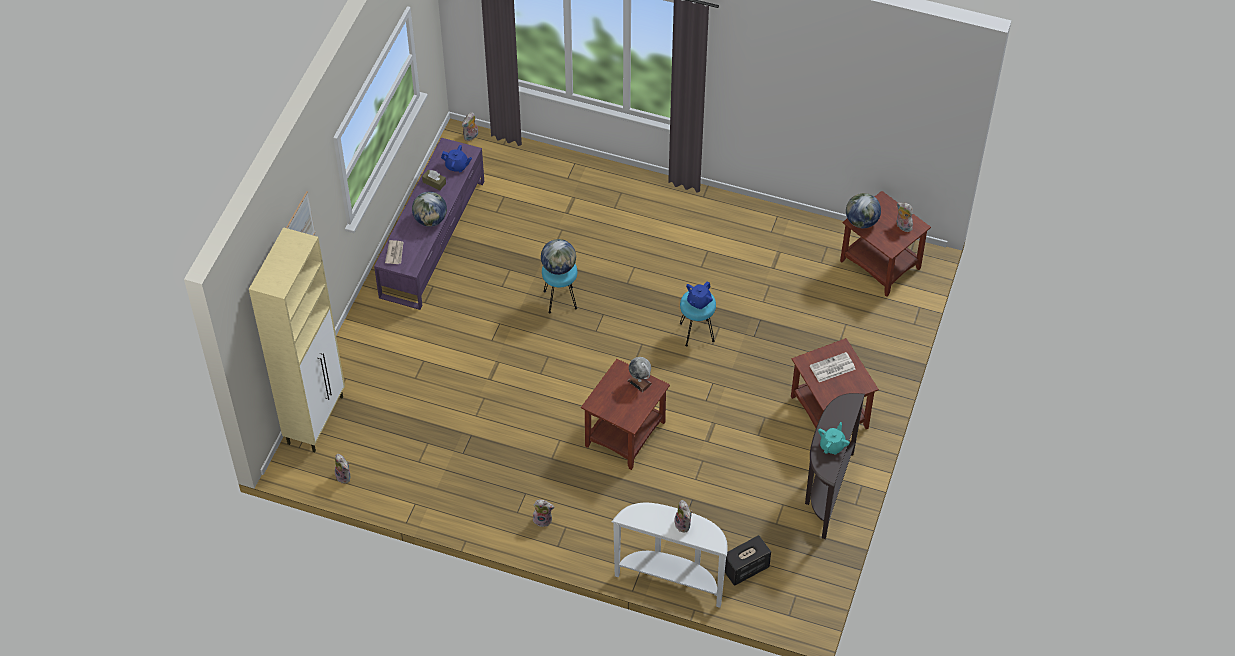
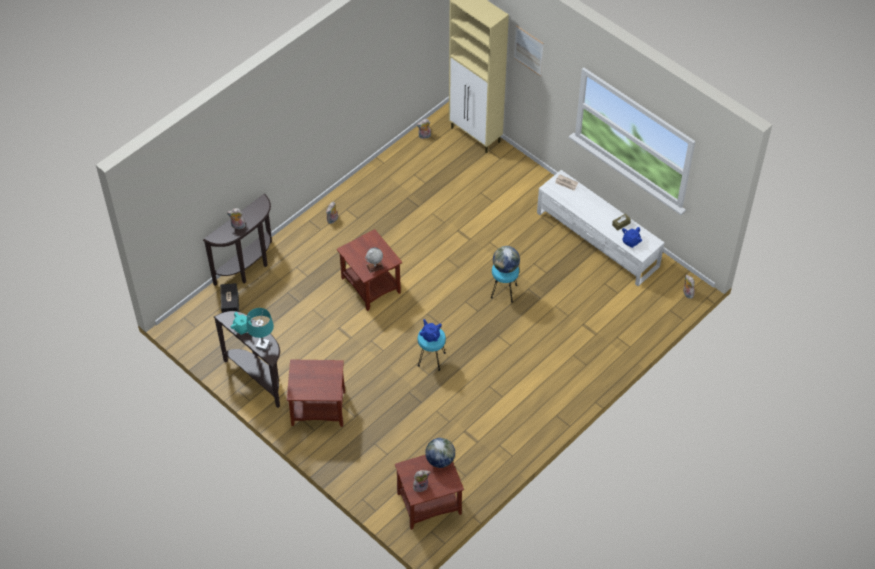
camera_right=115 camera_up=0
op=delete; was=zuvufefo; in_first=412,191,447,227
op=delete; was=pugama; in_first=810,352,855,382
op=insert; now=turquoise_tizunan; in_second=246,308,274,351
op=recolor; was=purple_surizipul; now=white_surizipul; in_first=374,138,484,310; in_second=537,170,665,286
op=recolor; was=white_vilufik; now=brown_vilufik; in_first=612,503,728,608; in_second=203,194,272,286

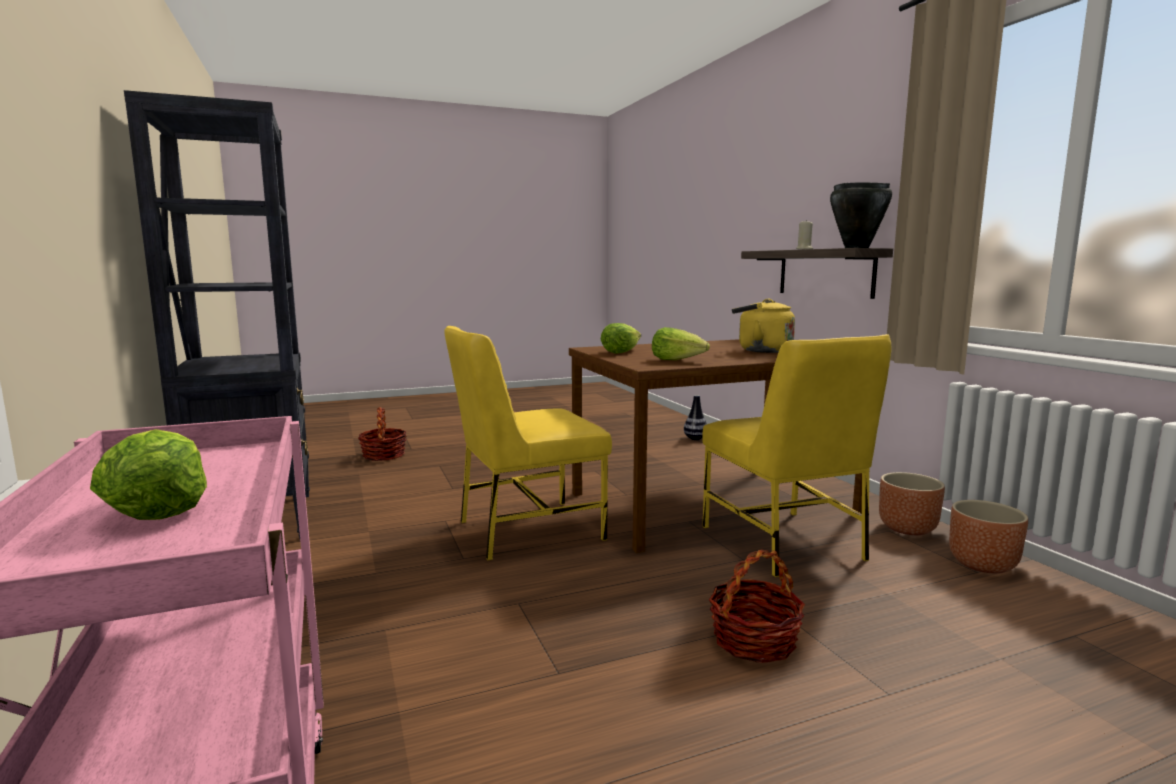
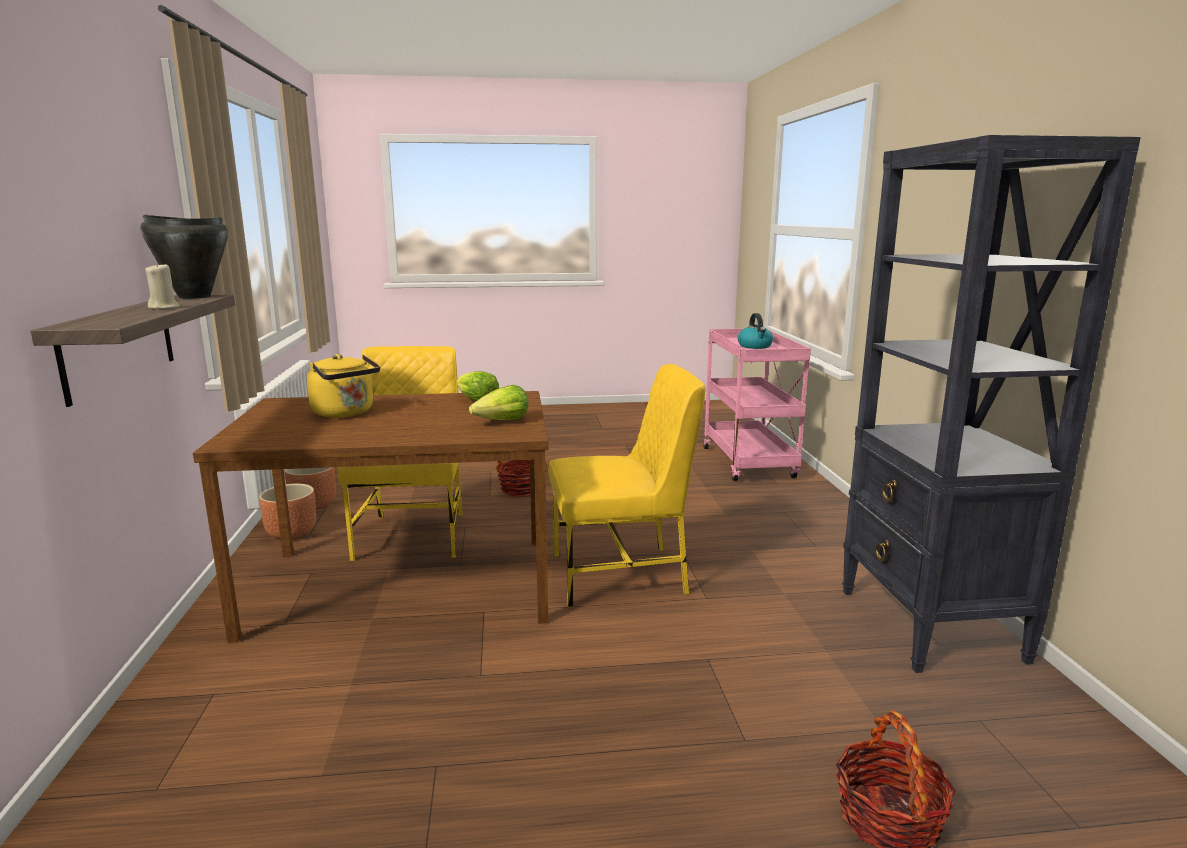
camera_right=-165 camera_up=5
op=delete; was=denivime; in_first=684,395,707,440
op=replace; was=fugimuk; now=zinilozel; in_first=90,429,207,520; in_second=738,313,773,349

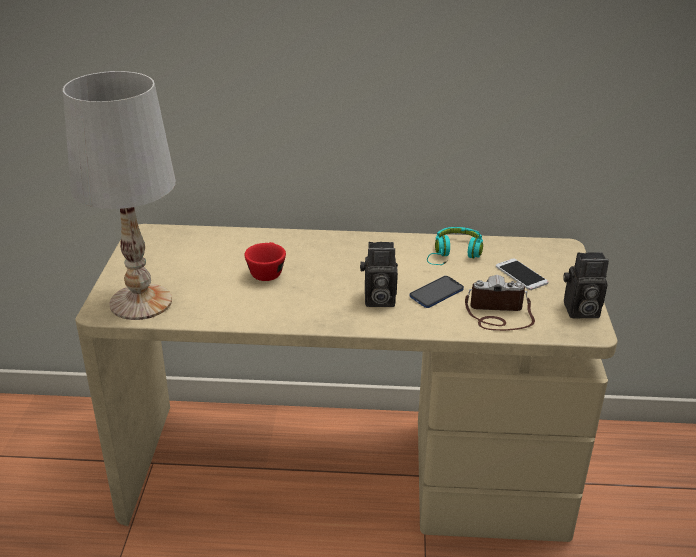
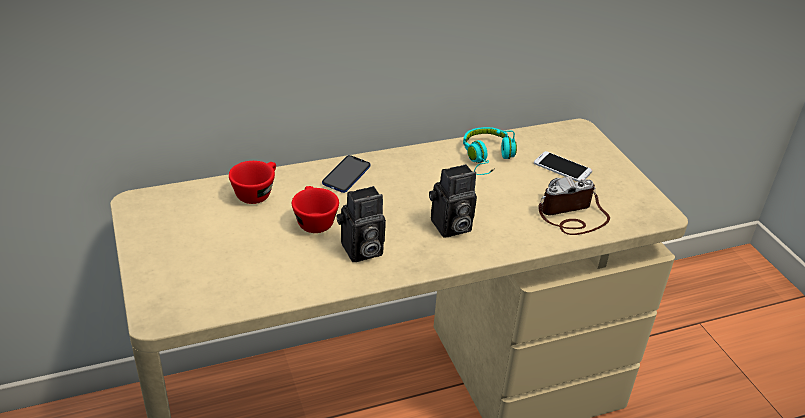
camera_right=-25 camera_up=5
op=delete; was=white_tizunan; in_first=63,71,176,320
op=insert; now=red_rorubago; in_second=229,161,276,204
op=move; was=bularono; in_first=410,276,464,308; in_second=322,155,370,193
op=move; was=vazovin; in_first=564,252,609,319; in_second=336,186,386,262

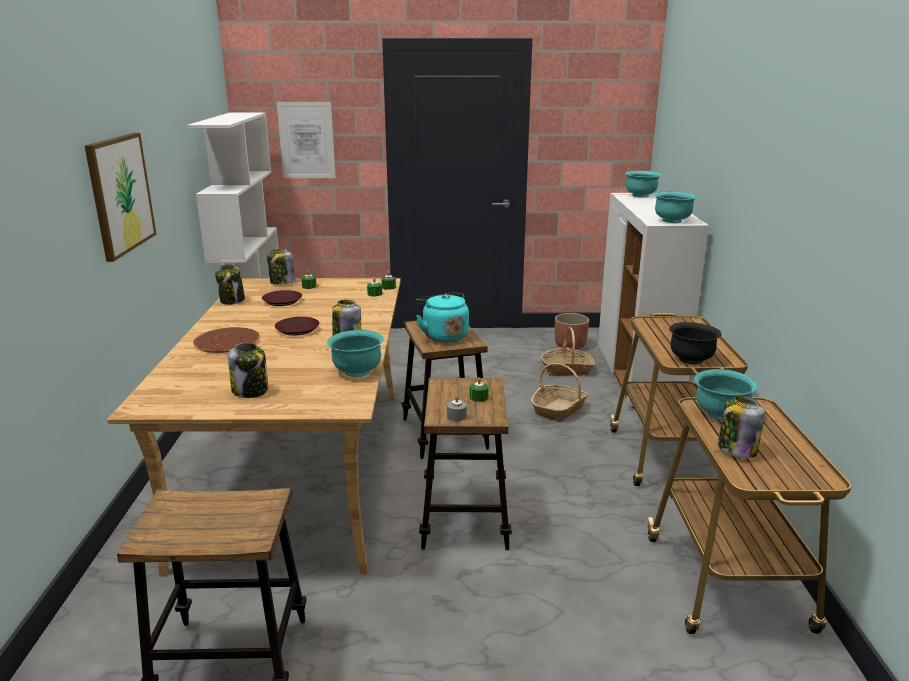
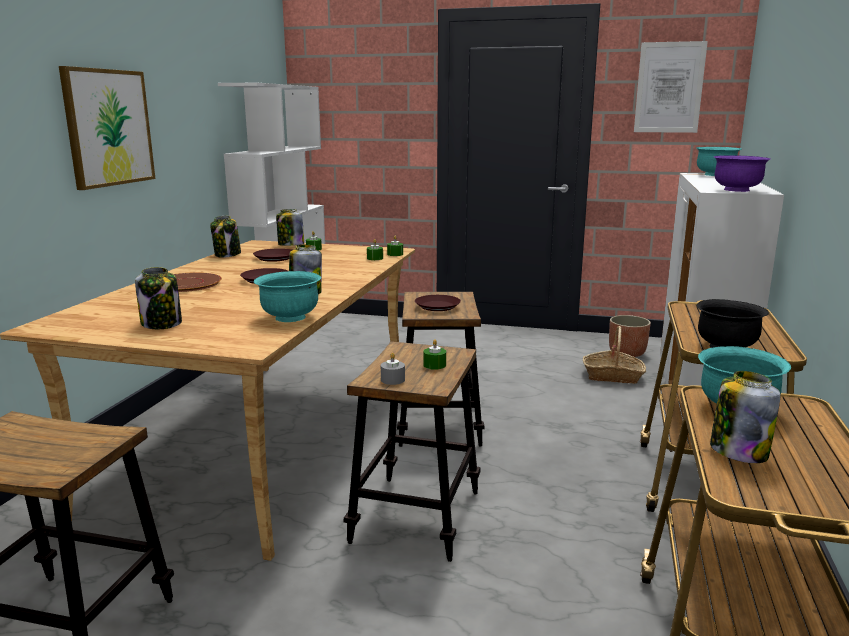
camera_right=15 camera_up=-5
op=delete; was=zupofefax; in_first=531,363,588,422
op=move; was=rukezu; in_first=277,102,336,178; in_second=634,41,708,133
op=replace; was=turquoise_zinilozel; now=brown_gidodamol; in_first=416,292,469,342; in_second=415,295,461,311
op=recolor; was=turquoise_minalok; now=purple_minalok; in_first=654,191,698,223; in_second=714,155,770,192

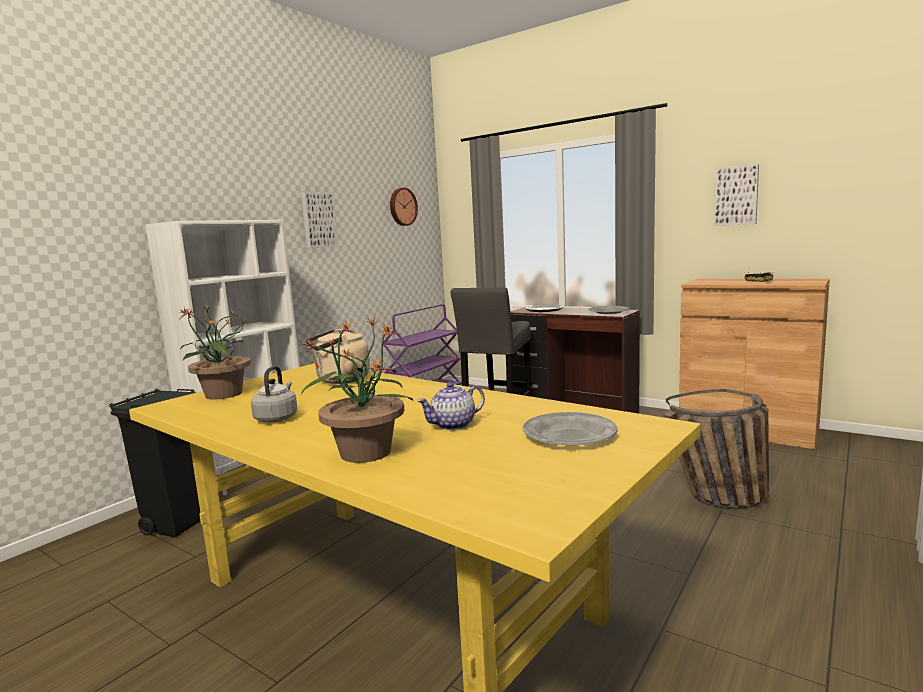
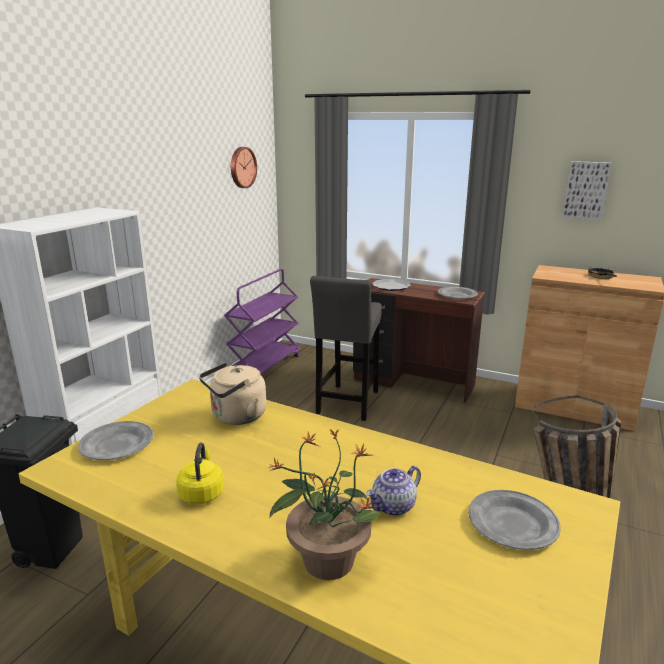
camera_right=-10 camera_up=10
op=delete; was=rukezu; in_first=301,192,337,248
op=replace; was=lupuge; now=grey_gidodamol; in_first=180,306,251,400; in_second=78,421,154,460
op=recolor; was=grey_zinilozel; now=yellow_zinilozel; in_first=251,366,297,423; in_second=176,442,224,504

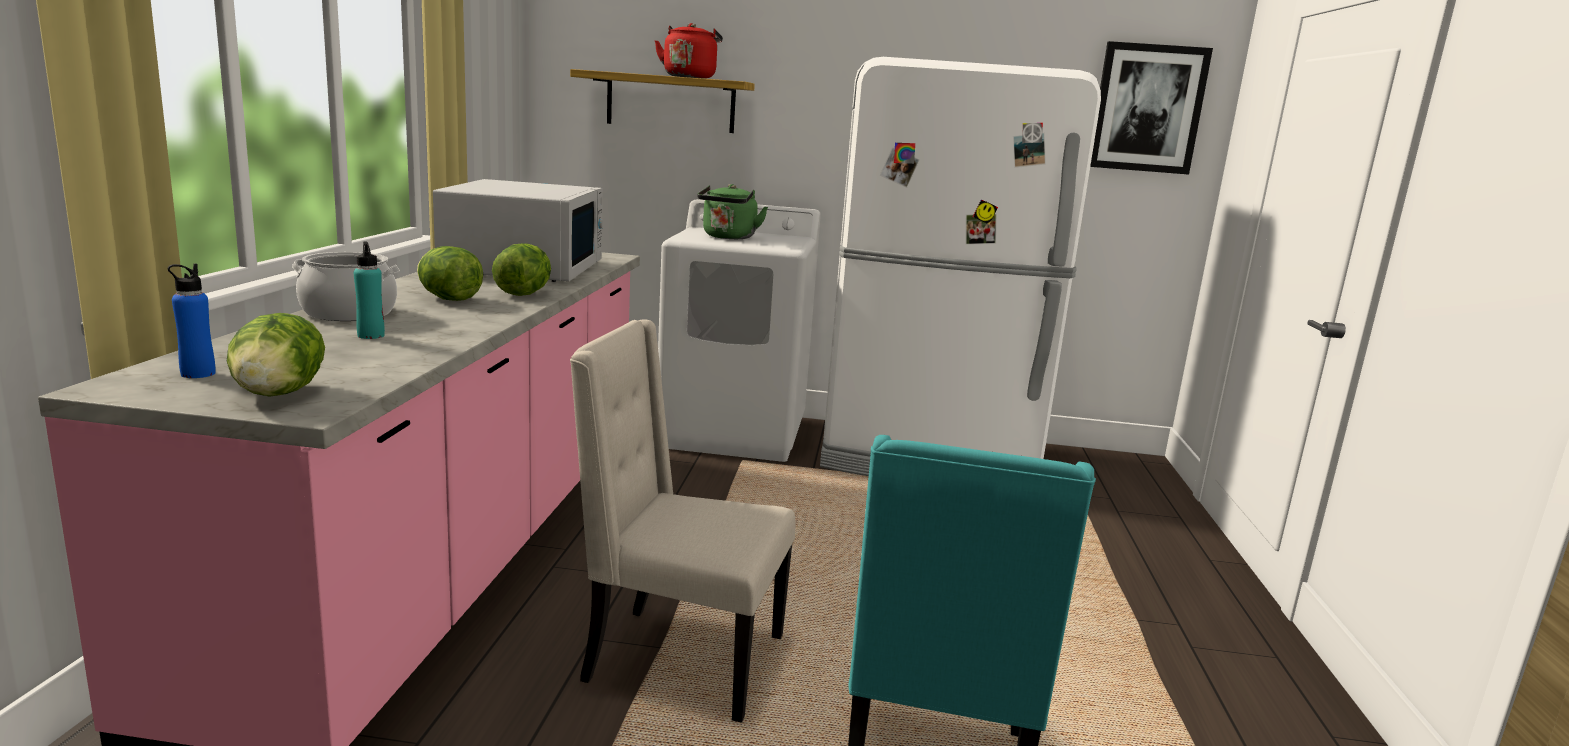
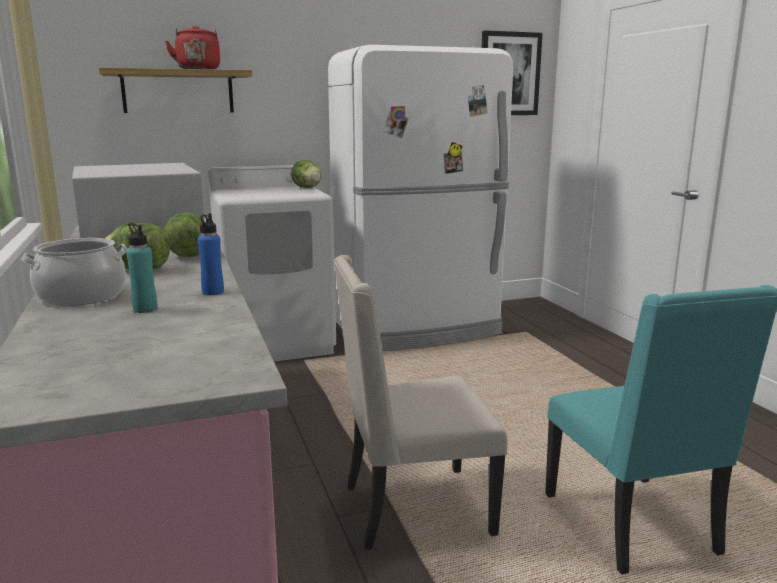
camera_right=-25 camera_up=0
op=delete; was=green_zinilozel; in_first=697,184,768,239
op=move; was=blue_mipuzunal; in_first=168,263,215,378; in_second=198,213,224,295
op=move; was=fugimuk; in_first=227,313,325,396; in_second=291,160,322,188

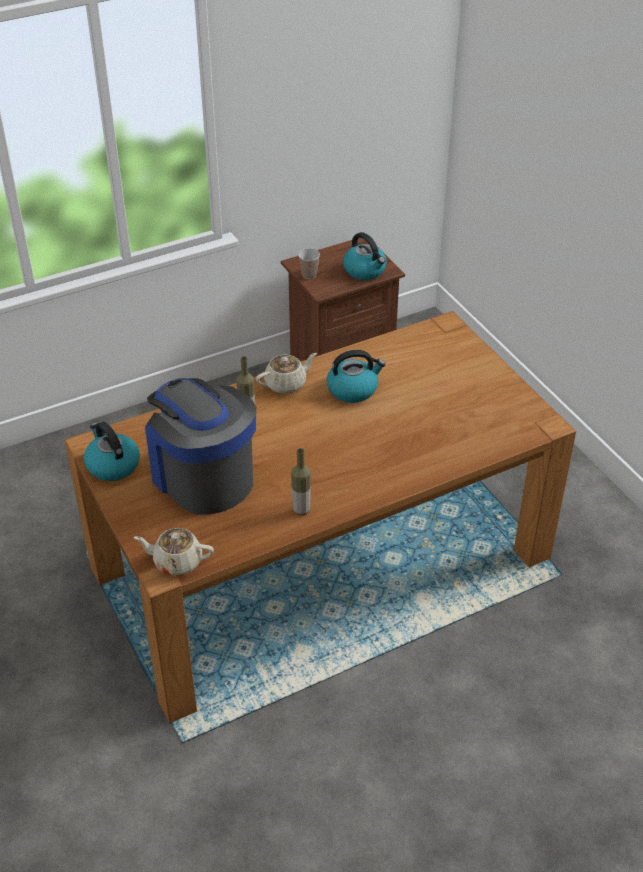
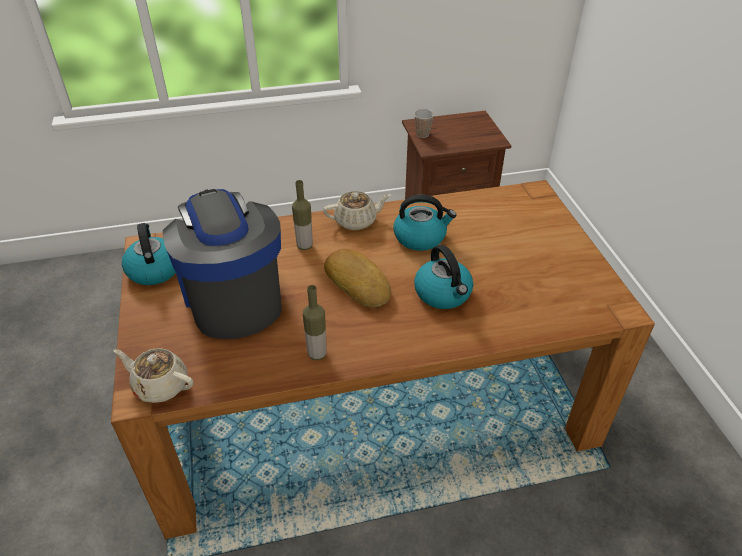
camera_right=15 camera_up=0
op=insert; now=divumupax; in_second=324,249,391,307
op=move; was=zinilozel; in_first=343,232,387,280; in_second=414,245,473,309

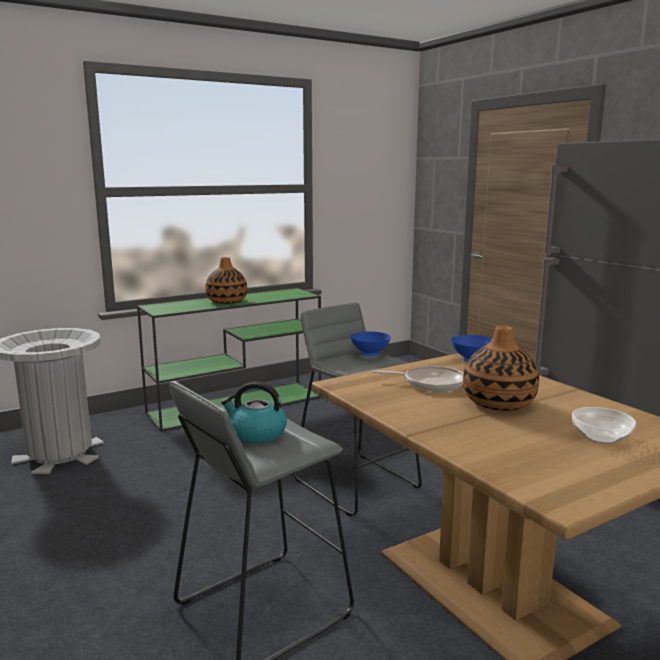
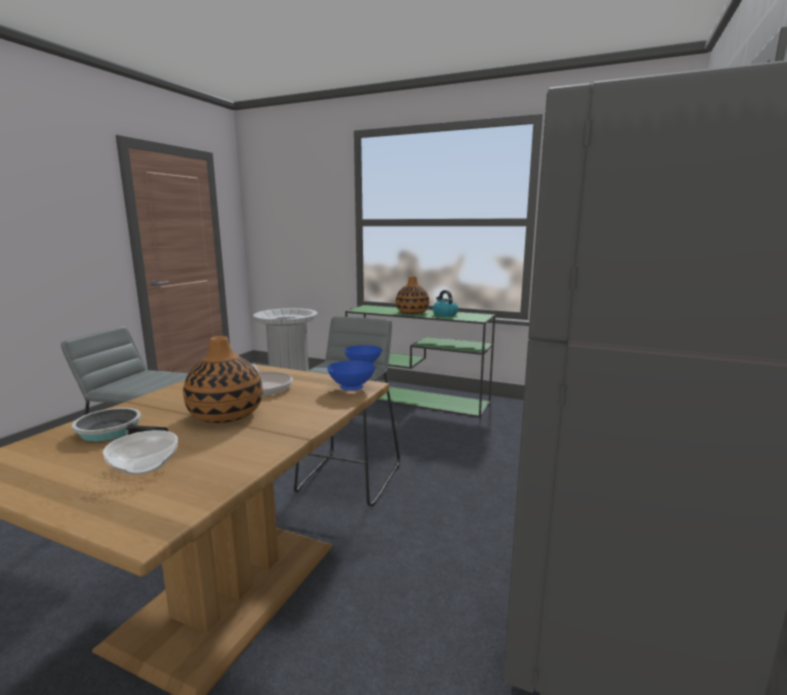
camera_right=55 camera_up=0
op=insert; now=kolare; in_second=72,408,168,442
op=move; was=zinilozel; in_first=221,382,287,444; in_second=432,290,459,317

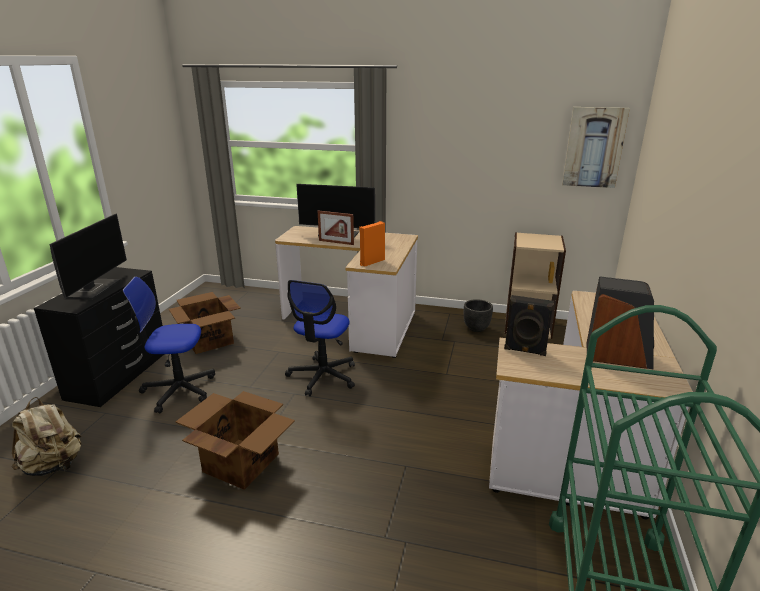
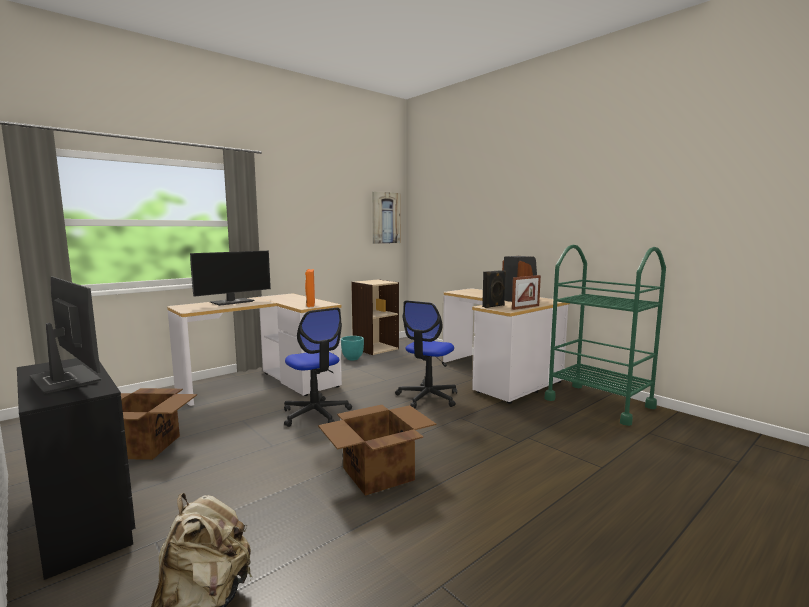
camera_right=-55 camera_up=-15
op=move; was=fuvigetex; in_first=122,277,215,413; in_second=395,301,457,408
op=move; was=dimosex; in_first=318,210,354,245; in_second=512,275,541,310
op=recolor; was=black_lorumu; now=turquoise_lorumu; in_first=464,299,493,332; in_second=341,336,364,360

